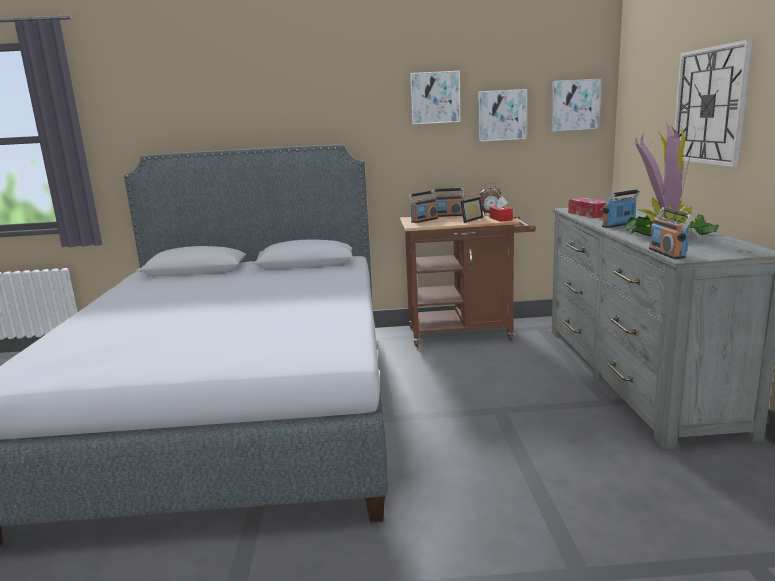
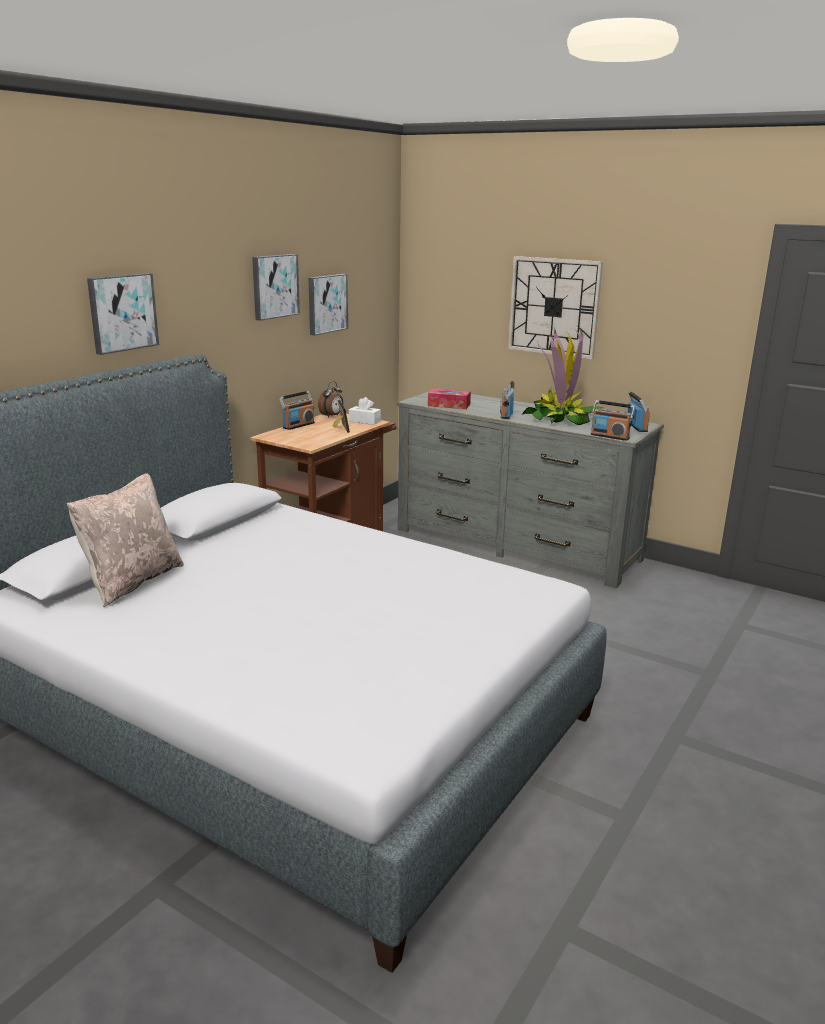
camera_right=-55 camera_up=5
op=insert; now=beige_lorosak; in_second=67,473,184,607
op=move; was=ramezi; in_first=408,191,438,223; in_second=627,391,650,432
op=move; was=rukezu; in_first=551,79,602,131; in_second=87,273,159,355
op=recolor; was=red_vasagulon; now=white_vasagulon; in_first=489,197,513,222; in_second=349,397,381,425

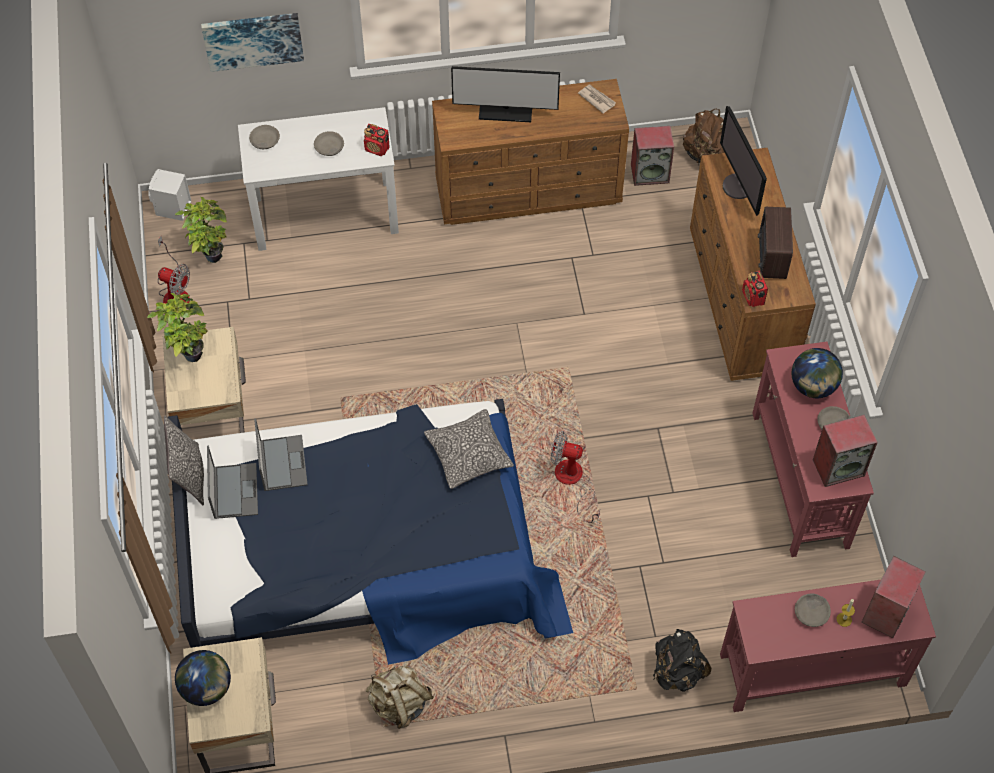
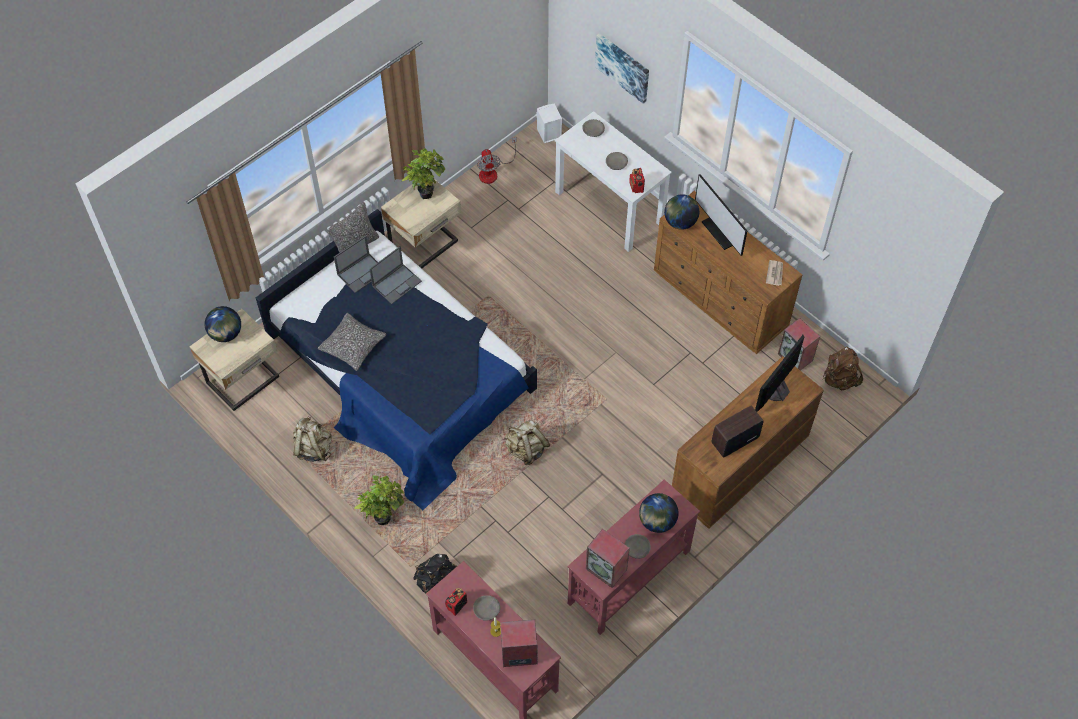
camera_right=55 camera_up=0
op=insert; now=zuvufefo; in_second=664,194,699,230
op=move; was=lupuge; in_first=175,197,227,263; in_second=354,475,404,525
op=move; was=lorosak; in_first=424,409,514,489; in_second=318,313,386,371
op=move; was=ramezi; in_first=742,271,768,307; in_second=445,588,467,616
op=replace; was=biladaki; now=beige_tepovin; in_first=551,431,600,523; in_second=504,420,550,465

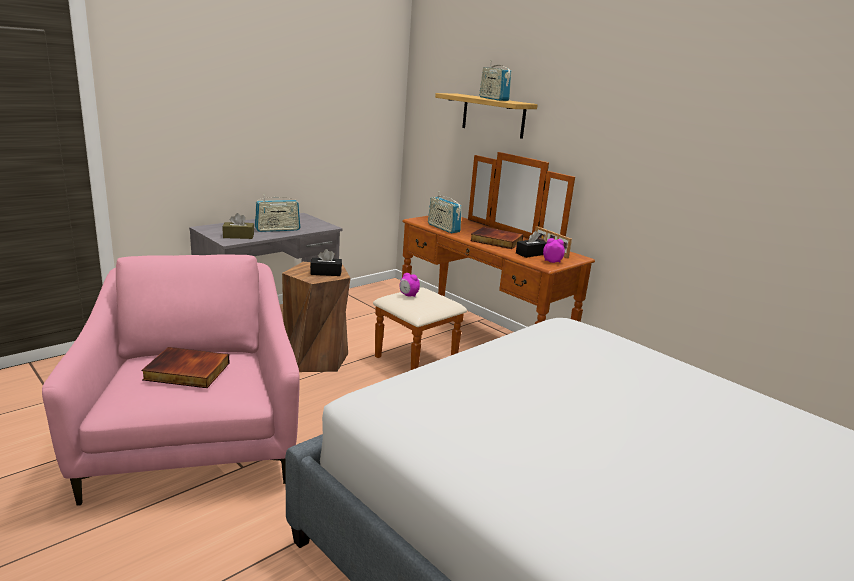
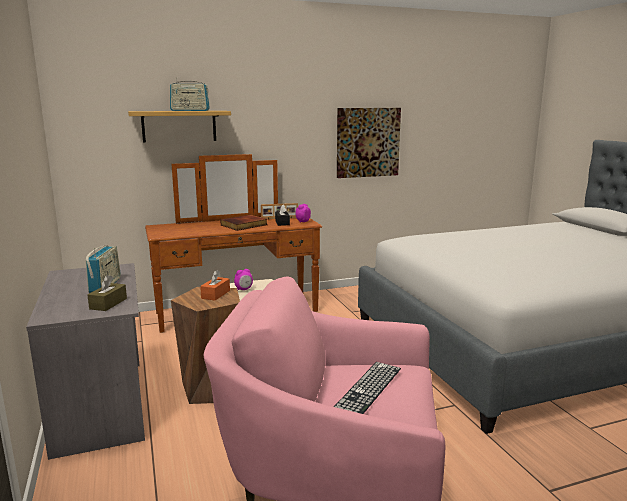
camera_right=-65 camera_up=-5
op=delete; was=ramezi; in_first=428,191,462,233
op=insert; now=rukezu; in_second=337,108,401,178
op=replace; was=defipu; now=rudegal; in_first=142,347,230,388; in_second=334,362,401,414
op=recolor; was=black_vasagulon; now=orange_vasagulon; in_first=310,249,342,276; in_second=200,270,230,301

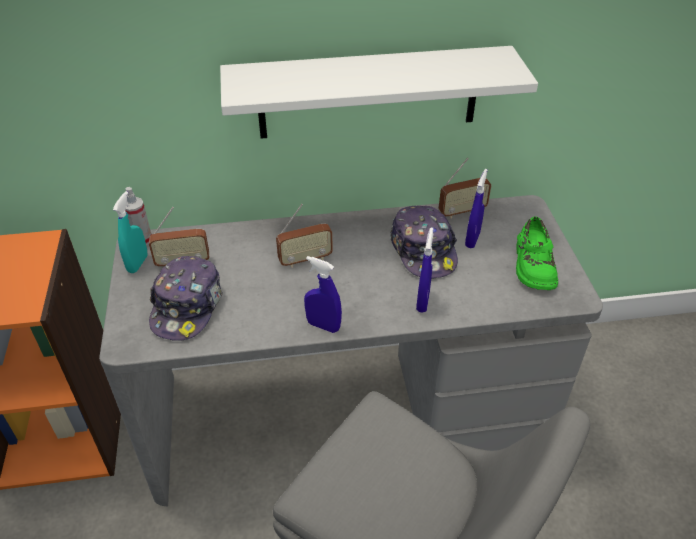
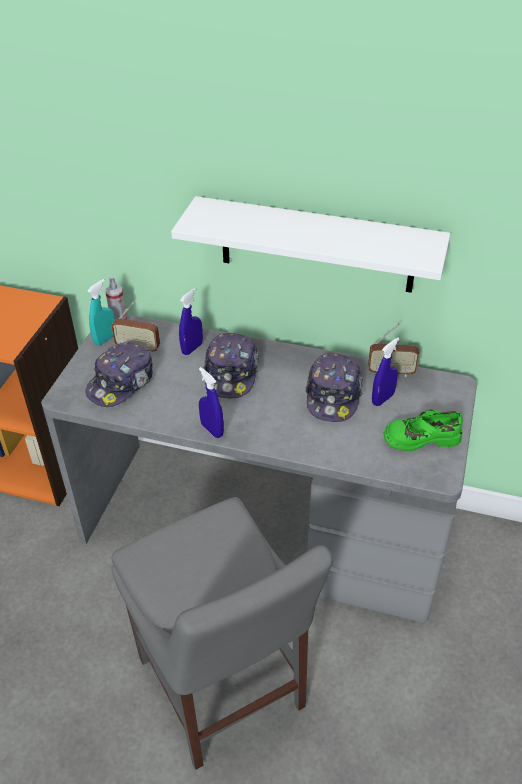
camera_right=25 camera_up=0
op=move; was=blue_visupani; in_first=416,228,433,313; in_second=179,288,203,355
op=replace; was=ramezi; now=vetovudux; in_first=276,204,333,268; in_second=203,333,259,399
op=rotate; was=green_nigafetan; in_first=516,216,558,290; in_second=384,409,463,451; clockwise=60

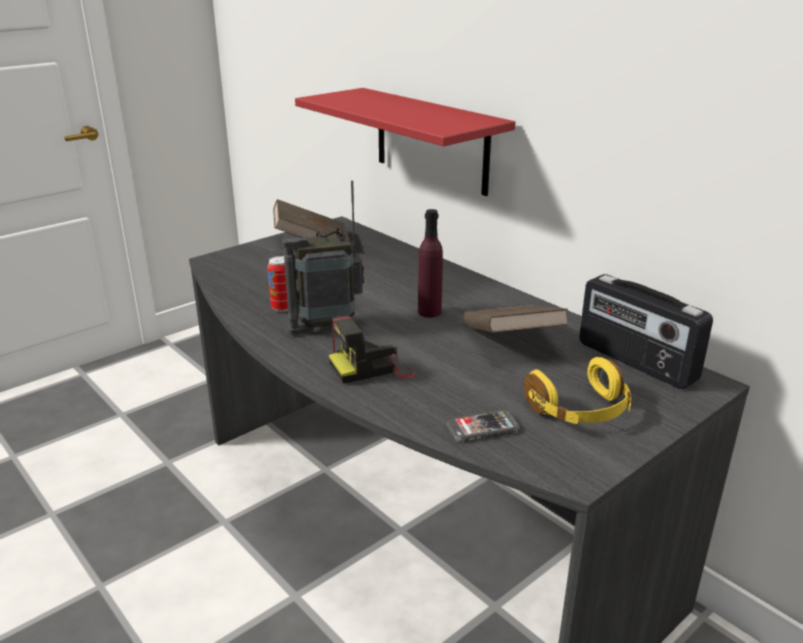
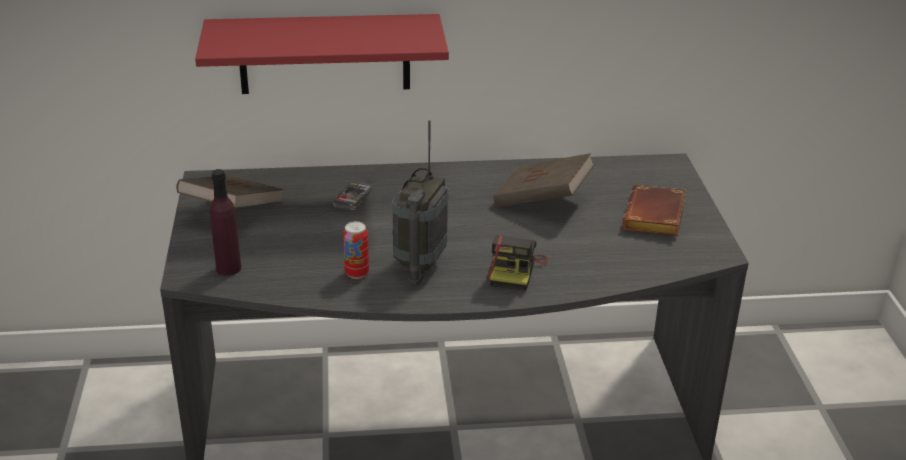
camera_right=-55 camera_up=5
op=delete; was=ramezi; in_first=579,274,713,389
op=move; was=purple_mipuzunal; in_first=418,209,443,318; in_second=210,169,241,276
op=move; was=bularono; in_first=447,410,520,442; in_second=333,181,373,210
op=replace; was=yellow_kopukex; now=brown_defipu; in_first=524,357,632,424; in_second=622,185,686,236

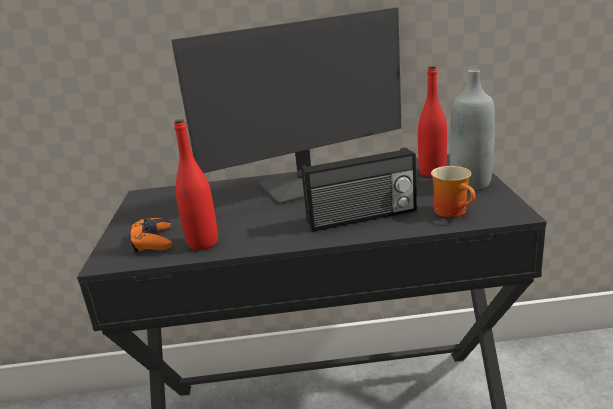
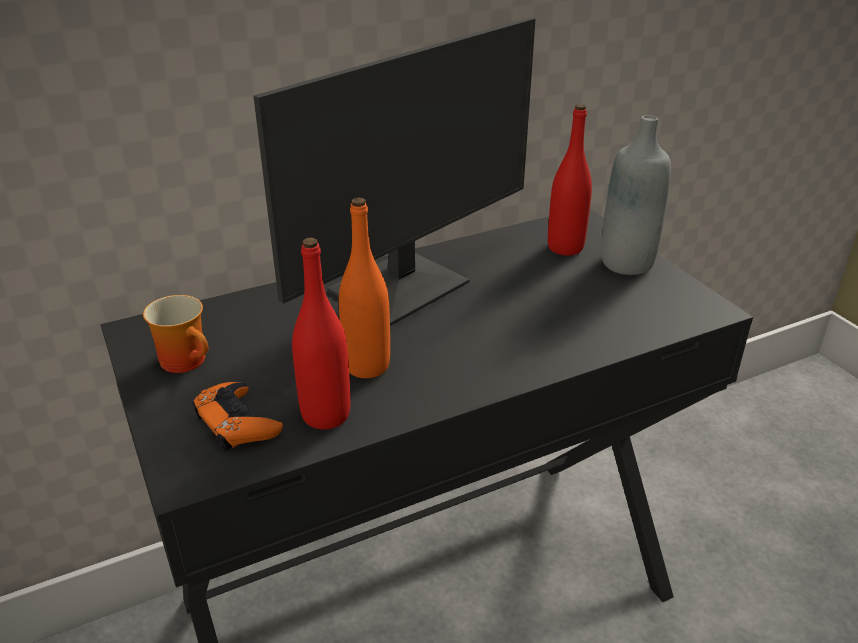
camera_right=-25 camera_up=10
op=delete; was=ramezi; in_first=301,148,417,232
op=insert; now=orange_mipuzunal; in_second=339,198,390,378
op=move; was=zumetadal; in_first=431,166,475,217; in_second=143,295,208,373

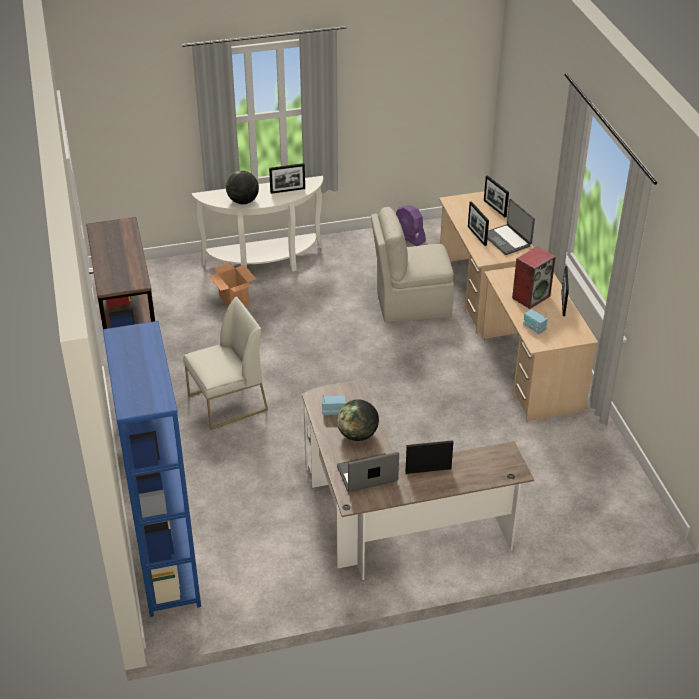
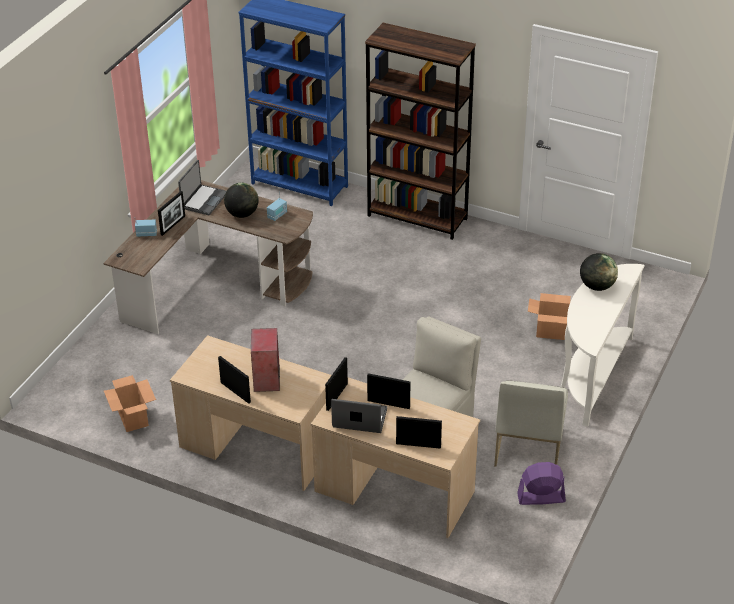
camera_right=130 camera_up=0
op=insert; now=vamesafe; in_second=104,375,156,432
op=move; was=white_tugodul; in_first=183,297,268,430; in_second=494,380,568,467
op=move; was=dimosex; in_first=269,163,305,194; in_second=325,357,348,411
op=move; was=ramezi; in_first=523,309,548,334; in_second=134,217,157,237

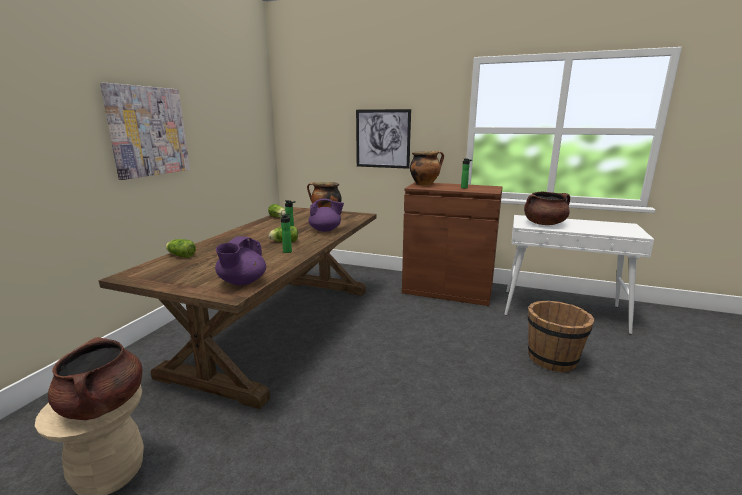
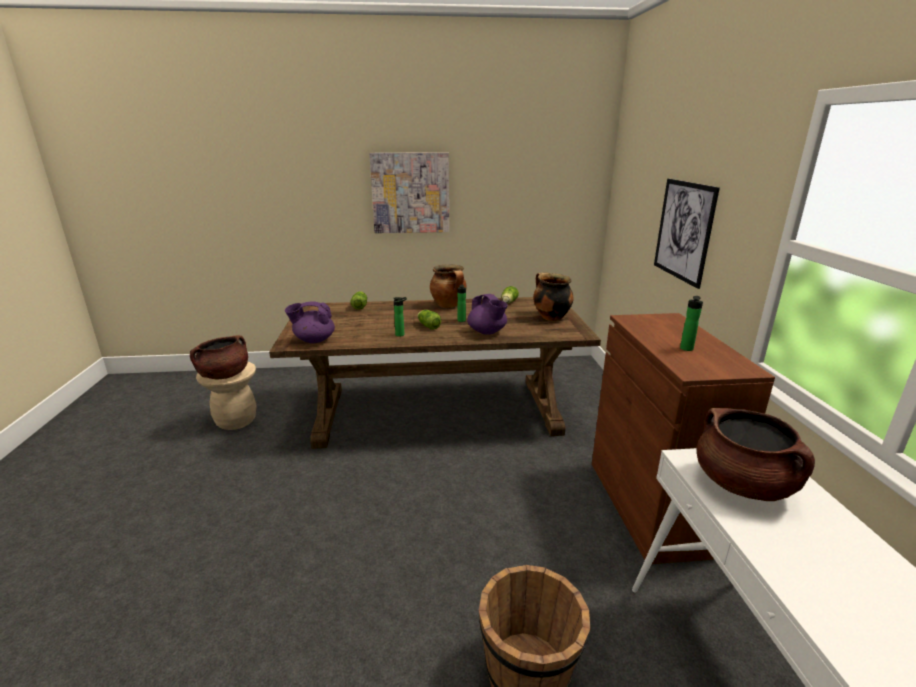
camera_right=65 camera_up=5
op=move; was=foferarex; in_first=410,151,444,186; in_second=430,265,467,308

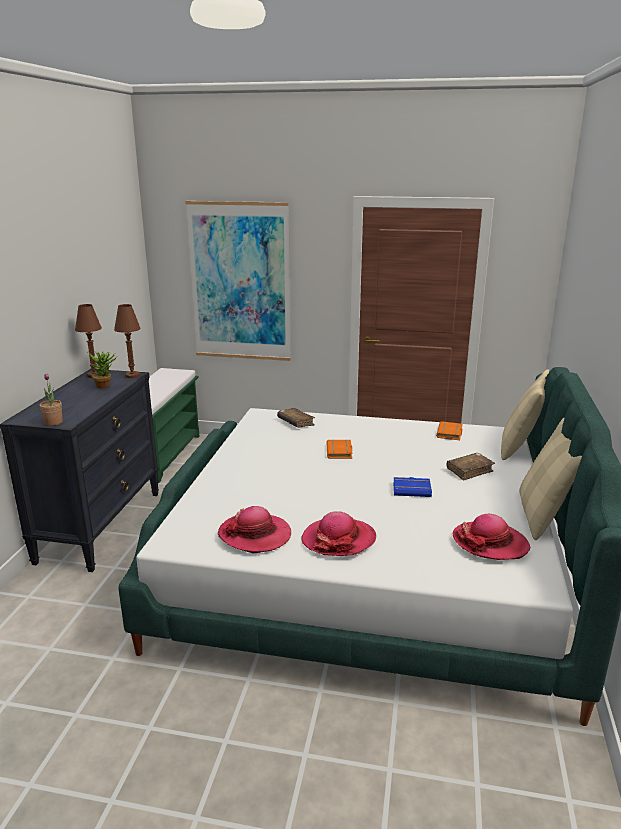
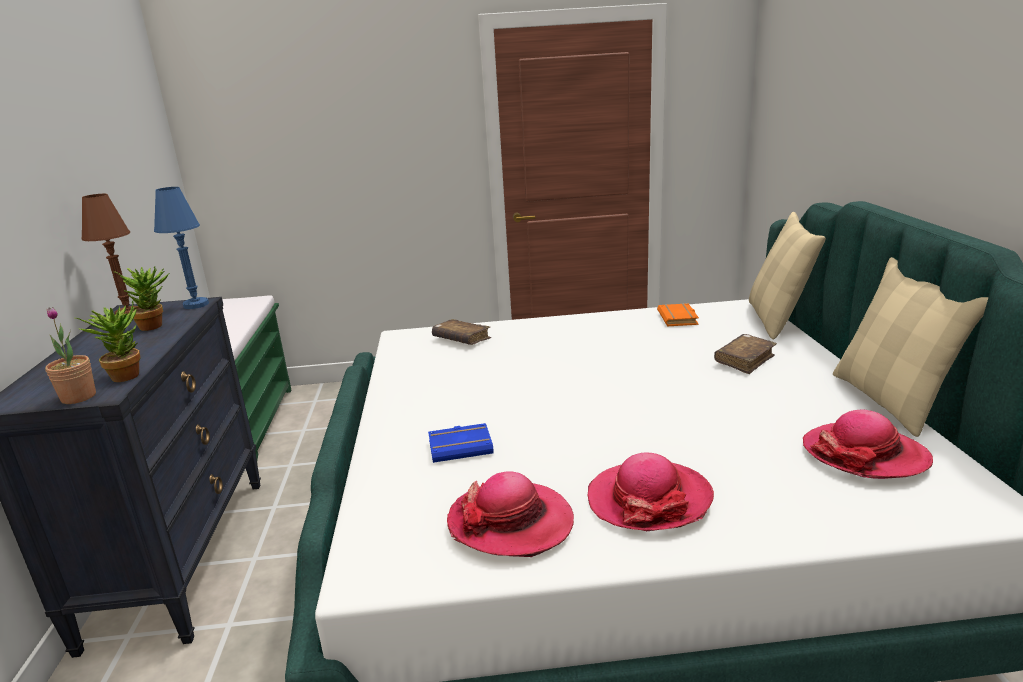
camera_right=-15 camera_up=0
op=delete; was=rukezu; in_first=185,201,291,361
op=delete; was=orange_defipu; in_first=326,440,352,459
op=insert; now=lupuge; in_second=74,301,141,382
op=move; was=blue_defipu; in_first=393,477,432,497; in_second=428,423,494,463
op=recolor; was=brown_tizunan; now=blue_tizunan; in_first=114,304,141,378; in_second=154,187,209,309

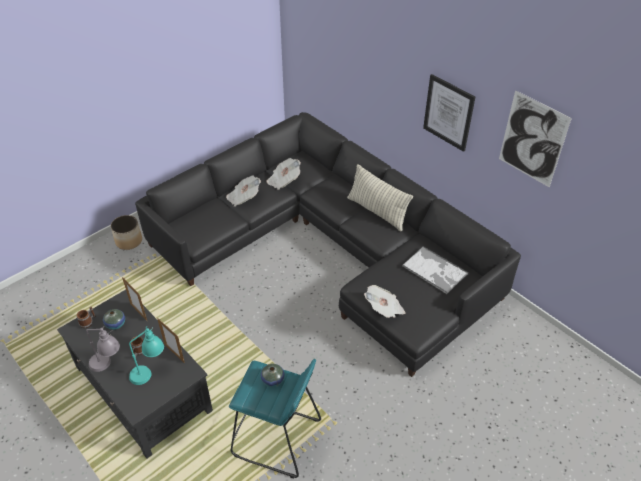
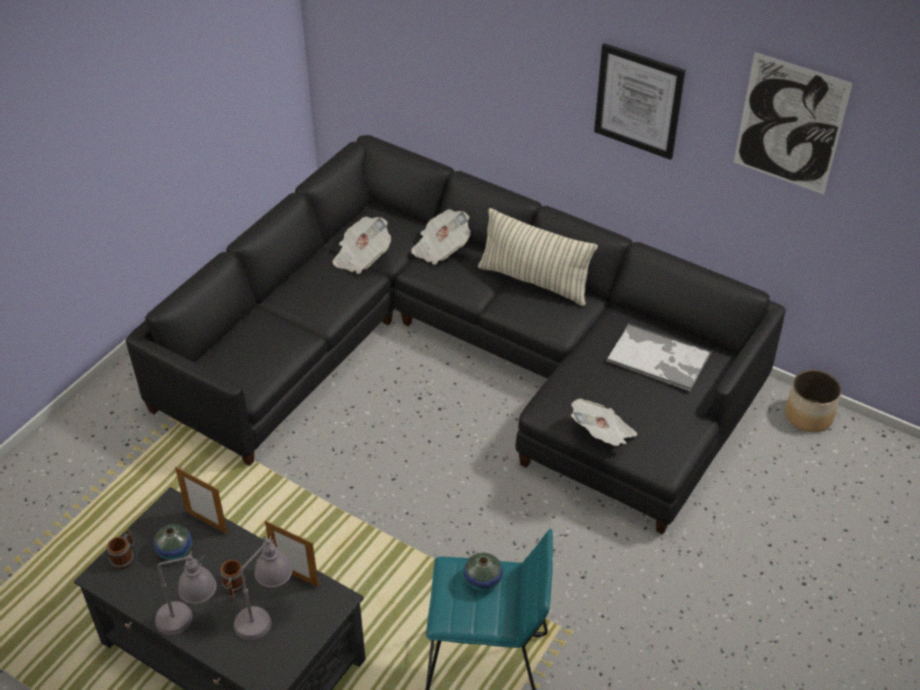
camera_right=-15 camera_up=0
op=move; was=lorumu; in_first=111,215,142,250; in_second=785,370,842,432
op=move; was=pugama; in_first=226,175,261,207; in_second=411,209,471,265
op=recolor; was=turquoise_tizunan; now=grey_tizunan; in_first=129,326,164,385; in_second=234,536,292,640

